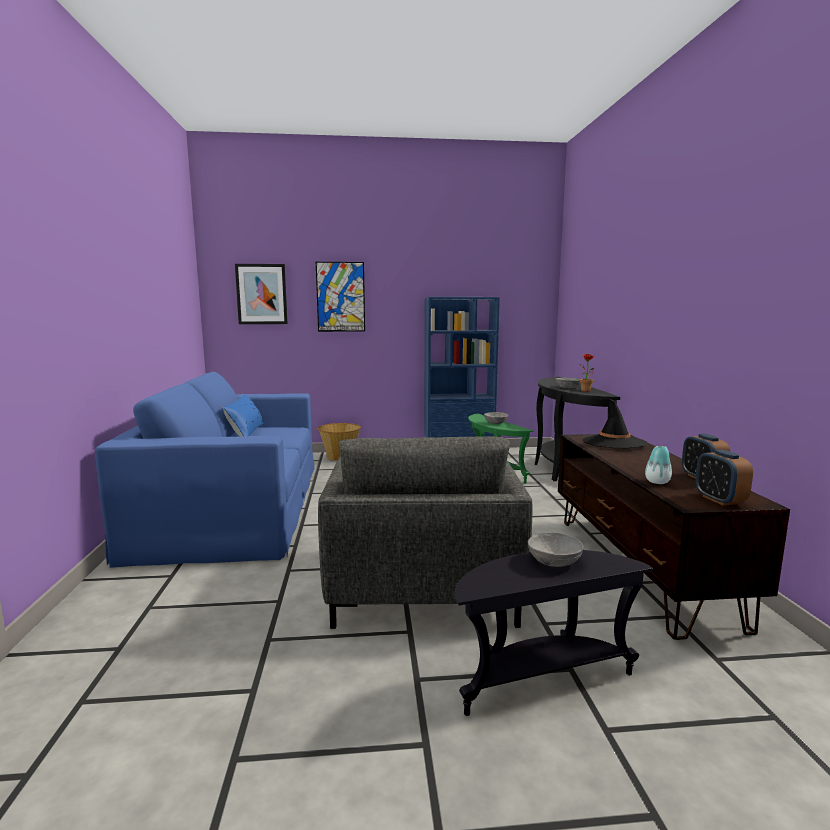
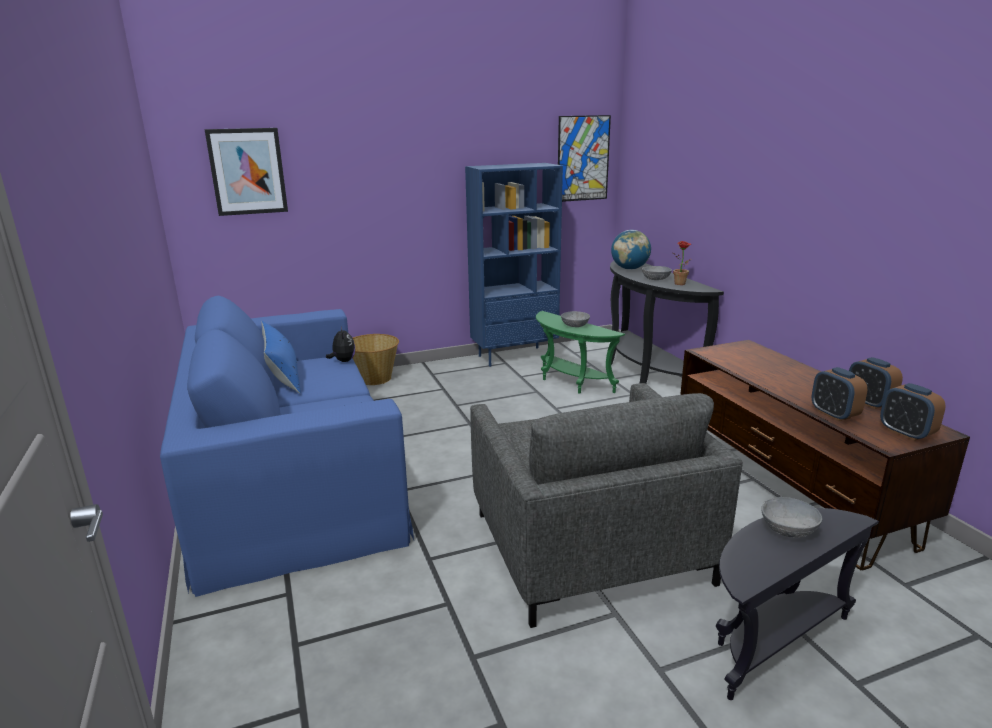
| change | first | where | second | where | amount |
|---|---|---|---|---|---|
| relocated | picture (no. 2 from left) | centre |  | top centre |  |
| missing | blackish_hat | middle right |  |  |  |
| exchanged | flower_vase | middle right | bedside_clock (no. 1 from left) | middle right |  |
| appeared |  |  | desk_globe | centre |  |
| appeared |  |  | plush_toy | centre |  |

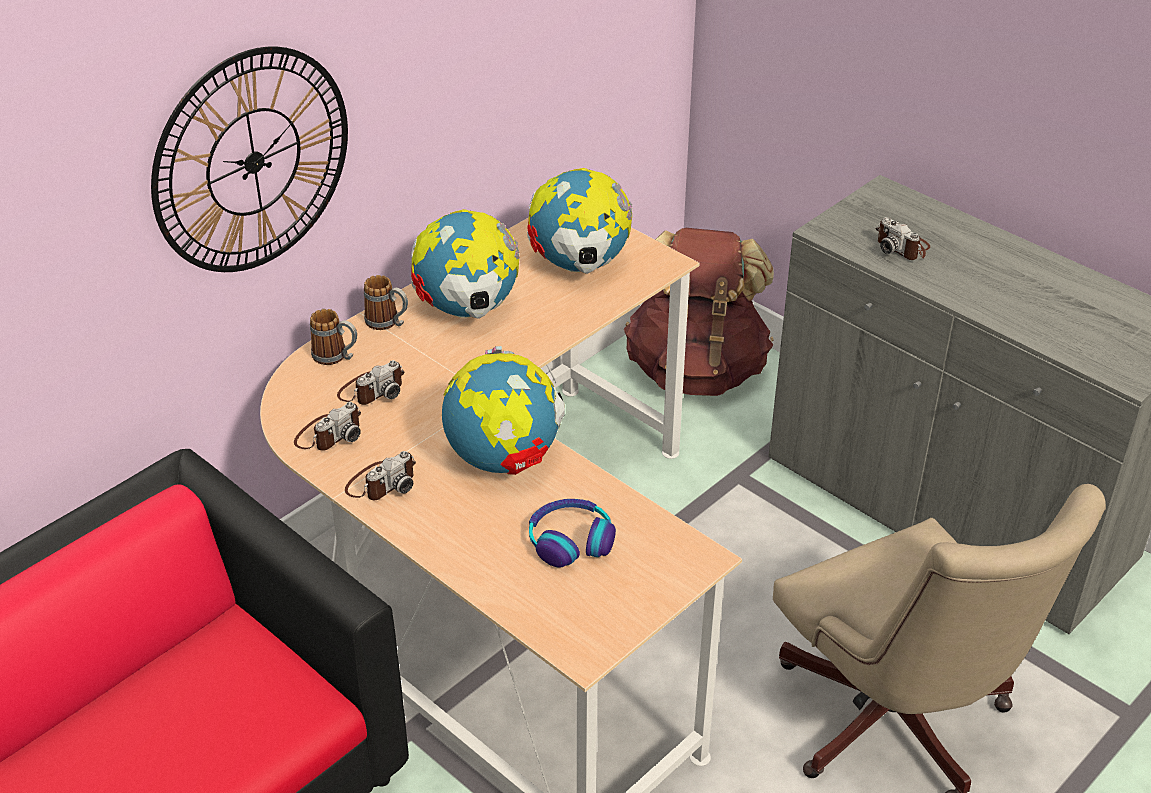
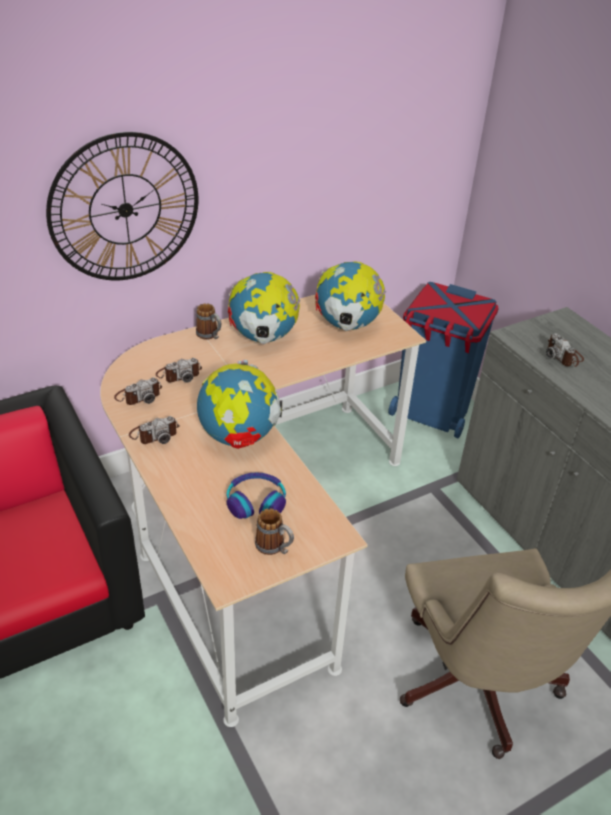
| change | first | where | second | where | amount |
|---|---|---|---|---|---|
| exchanged | brown-coloured_rucksack | centre | bluish_waste_bin | middle right |  |
| relocated | mug (no. 1 from left in the first image) | middle left | mug (no. 2 from left) | centre |  |

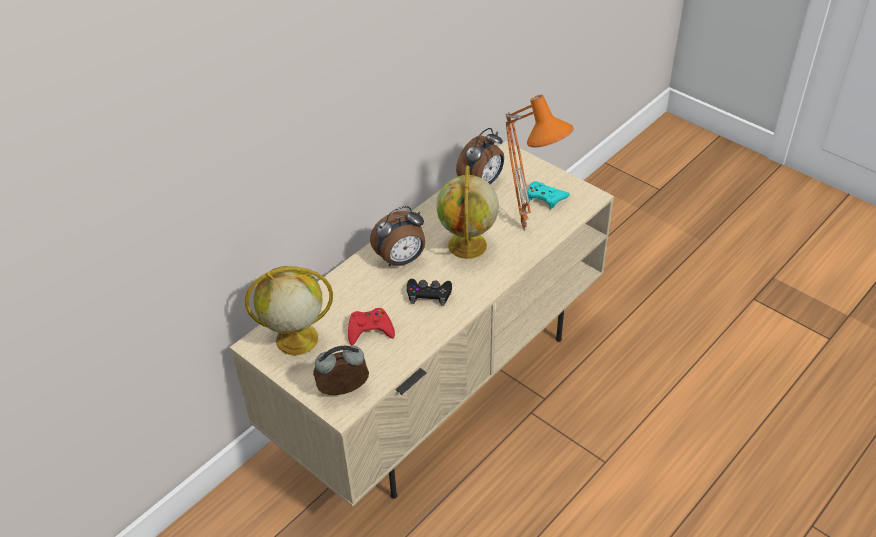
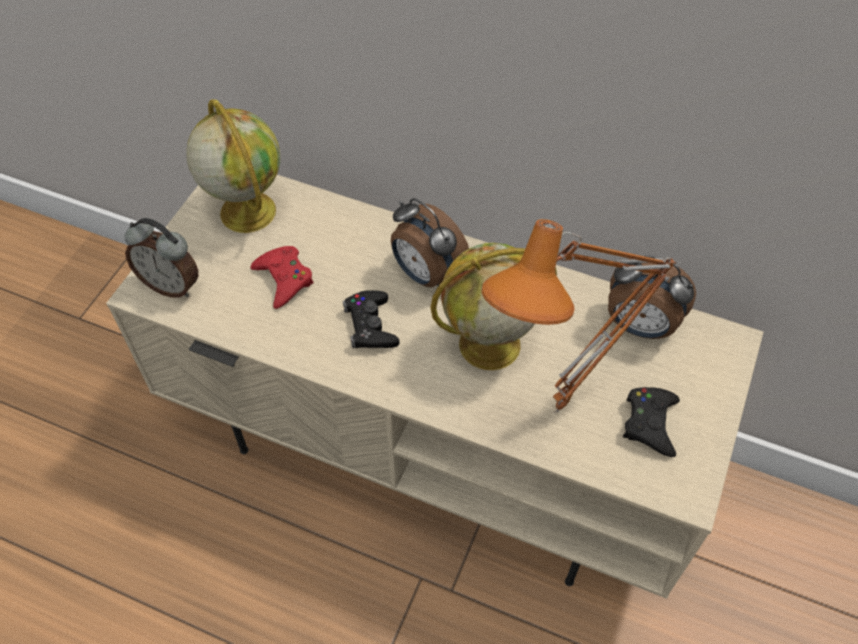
| change | first | where | second | where | amount |
|---|---|---|---|---|---|
| colour | blue-green_gamepad | centre | blackish_gamepad (no. 2 from left) | middle right |  |
| spun | bedside_clock (no. 1 from left) | bottom centre |  | middle left | 150 degrees clockwise |

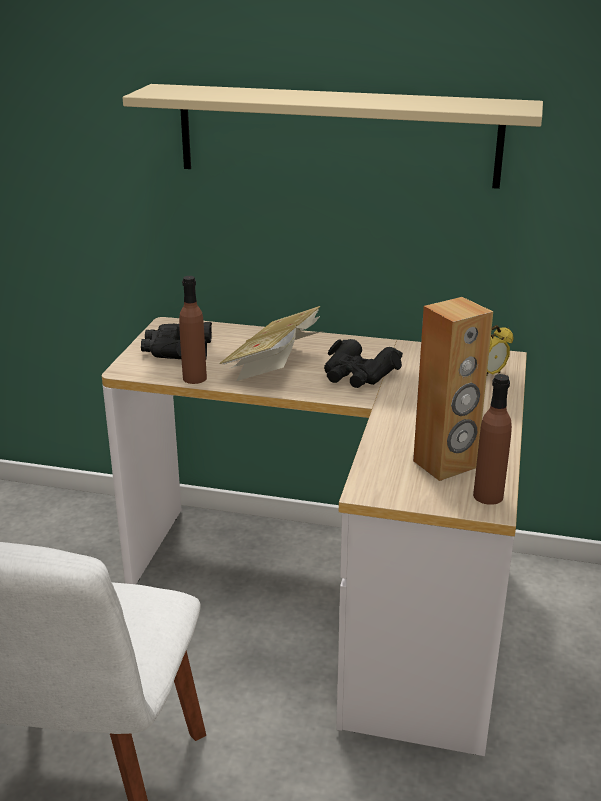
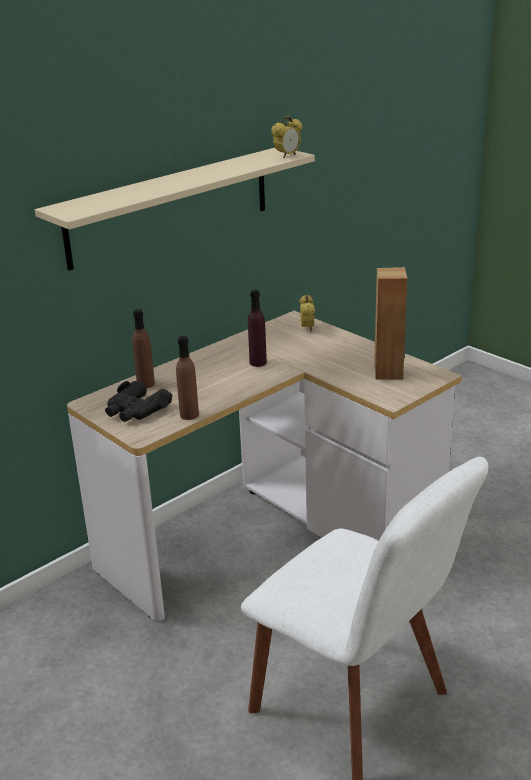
| change | first | where | second | where | amount |
|---|---|---|---|---|---|
| missing | book | centre |  |  |  |
| exchanged | blackish_field_glasses (no. 2 from left) | centre | purple_beverage_bottle | centre |  |
| relocated | brown-coloured_beverage_bottle (no. 2 from left in the first image) | middle right | brown-coloured_beverage_bottle (no. 1 from left) | middle left |  |
| appeared |  |  | bedside_clock (no. 1 from left) | top centre |  |

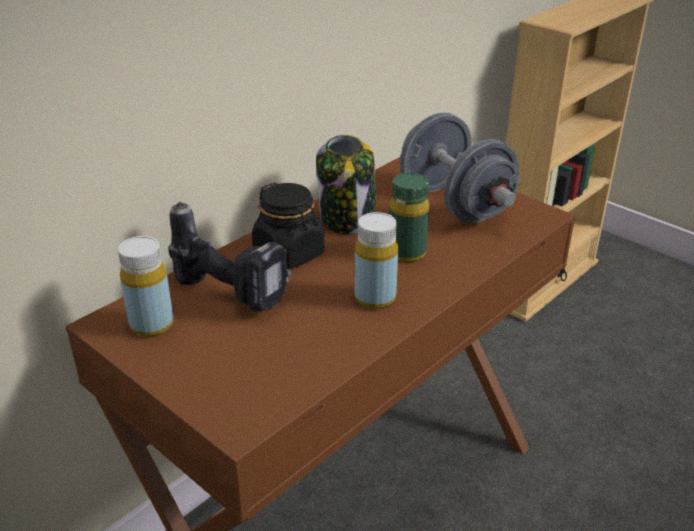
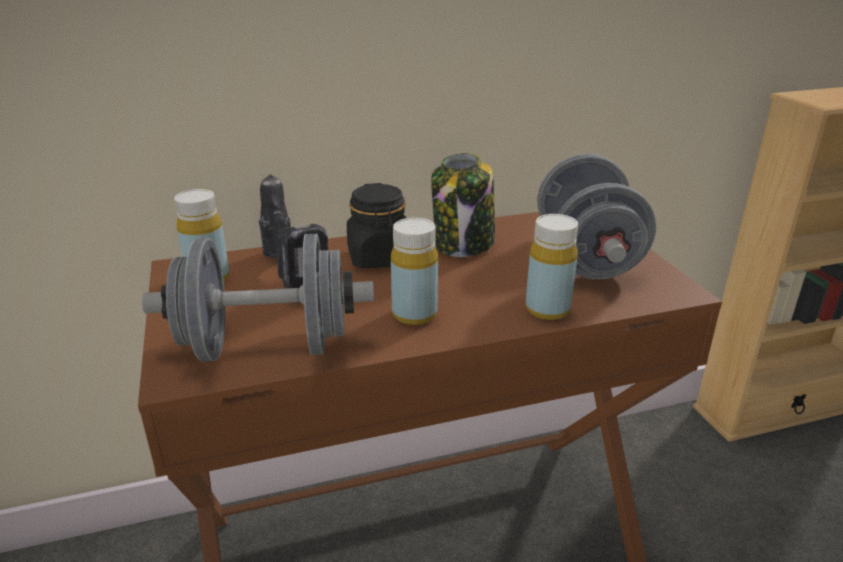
| change | first | where | second | where | amount |
|---|---|---|---|---|---|
| missing | green-coloured_beverage_bottle | centre |  |  |  |
| appeared |  |  | yellow_beverage_bottle (no. 3 from left) | centre |  |
| appeared |  |  | greyish_hand_weight (no. 1 from left) | middle left |  |

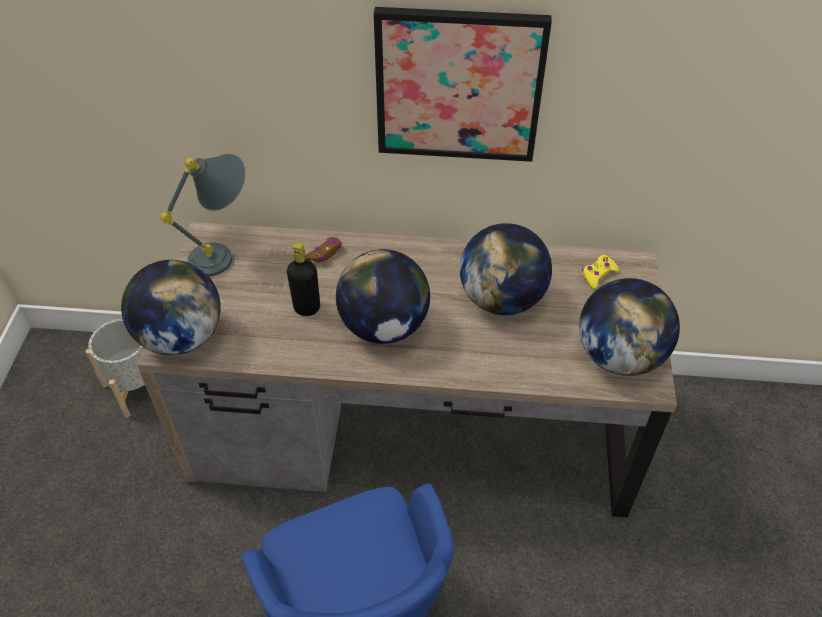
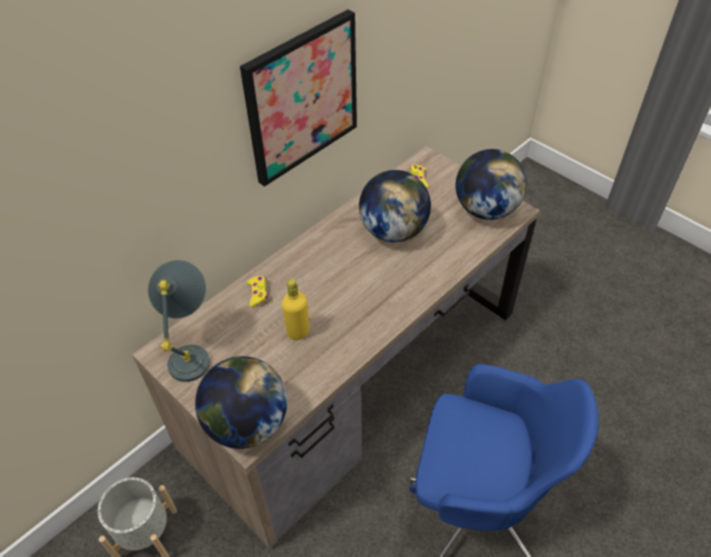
| change | first | where | second | where | amount |
|---|---|---|---|---|---|
| colour | brown-coloured_gamepad | centre | yellow_gamepad (no. 1 from left) | centre |  |
| colour | blackish_beverage_bottle | centre | yellow_beverage_bottle | centre |  |
| missing | desk_globe (no. 2 from left) | centre |  |  |  |

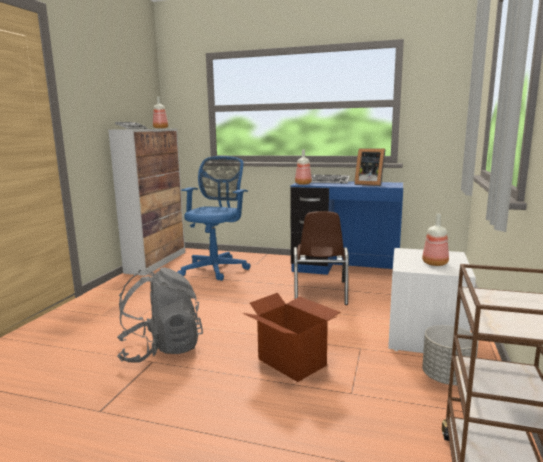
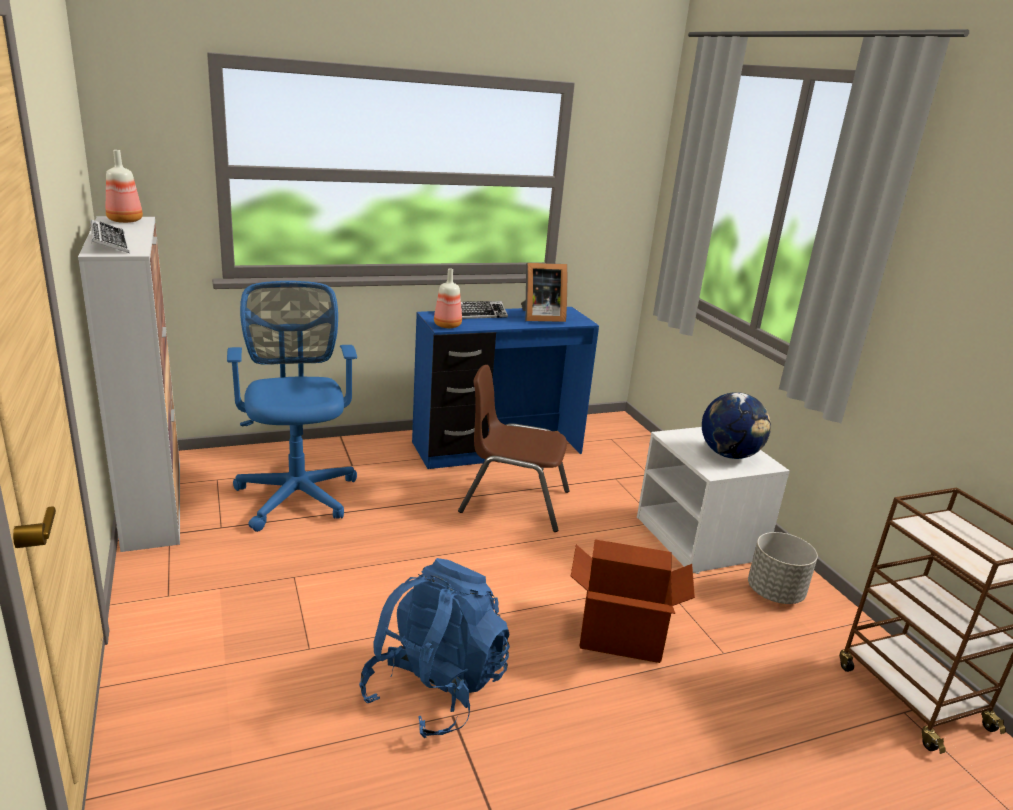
| change | first | where | second | where | amount |
|---|---|---|---|---|---|
| spun | brown-coloured_plain_chair | centre |  | centre | 135 degrees clockwise |
| exchanged | beverage_bottle (no. 3 from left) | middle right | desk_globe | middle right |  |
| colour | greyish_rucksack | bottom left | bluish_rucksack | bottom centre |  |

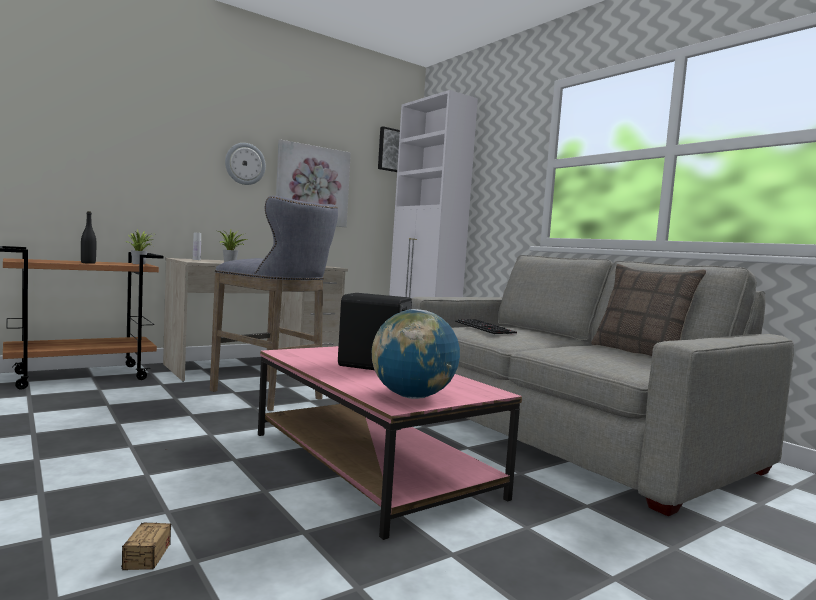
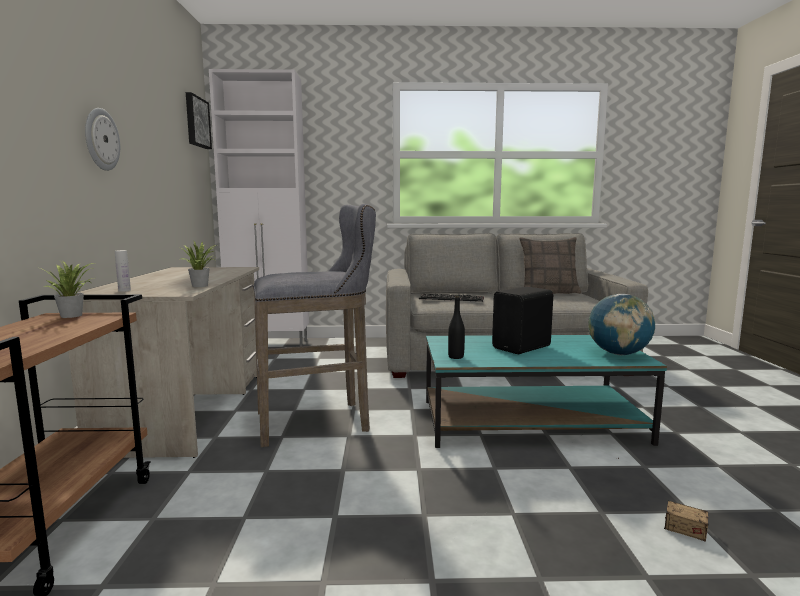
| change | first | where | second | where | amount |
|---|---|---|---|---|---|
| missing | picture (no. 1 from left) | top centre |  |  |  |
| relocated | blackish_beverage_bottle | middle left |  | centre |  |
| colour | pinkish_coffee_table | bottom centre | blue-green_coffee_table | middle right |  |

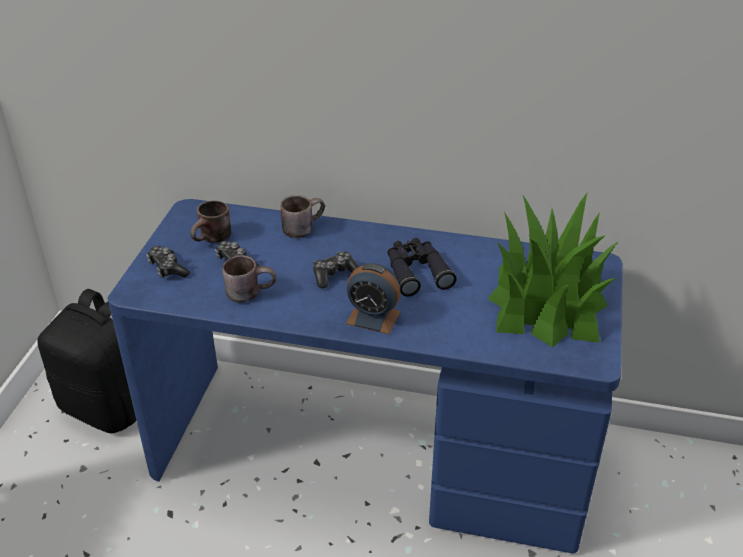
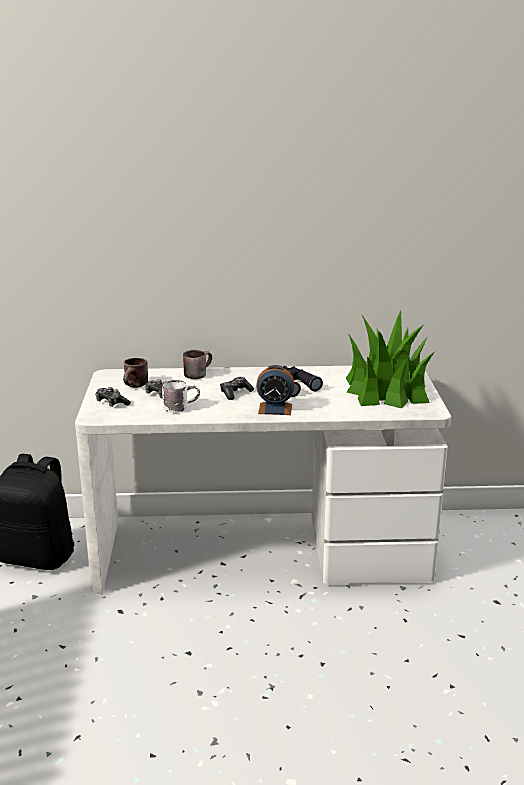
| change | first | where | second | where | amount |
|---|---|---|---|---|---|
| colour | bluish_desk_table | bottom centre | whitish_desk_table | centre |  |
| colour | brown-coloured_mug (no. 2 from left) | centre | whitish_mug | centre |  |

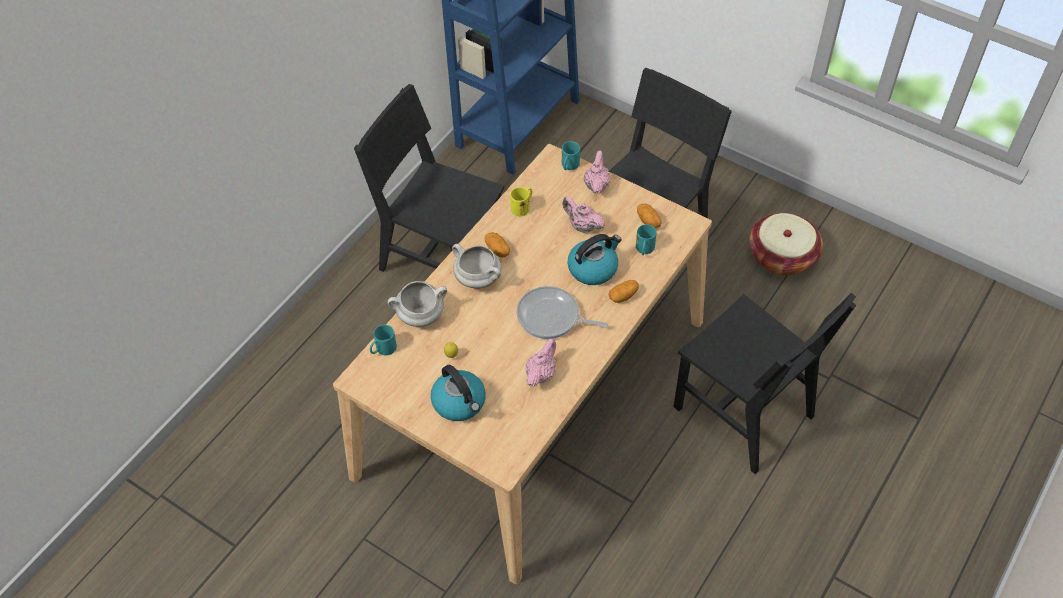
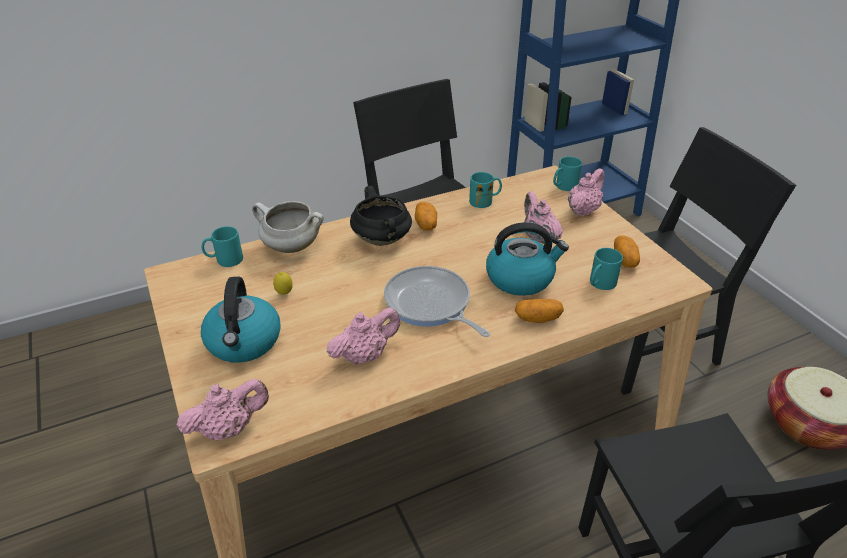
| change | first | where | second | where | amount |
|---|---|---|---|---|---|
| colour | yellow_mug | centre | blue-green_mug (no. 2 from left) | centre |  |
| colour | whitish_cooking_pot (no. 2 from left) | centre | blackish_cooking_pot | centre |  |
| appeared |  |  | pinkish_teapot (no. 1 from left) | bottom left |  |

